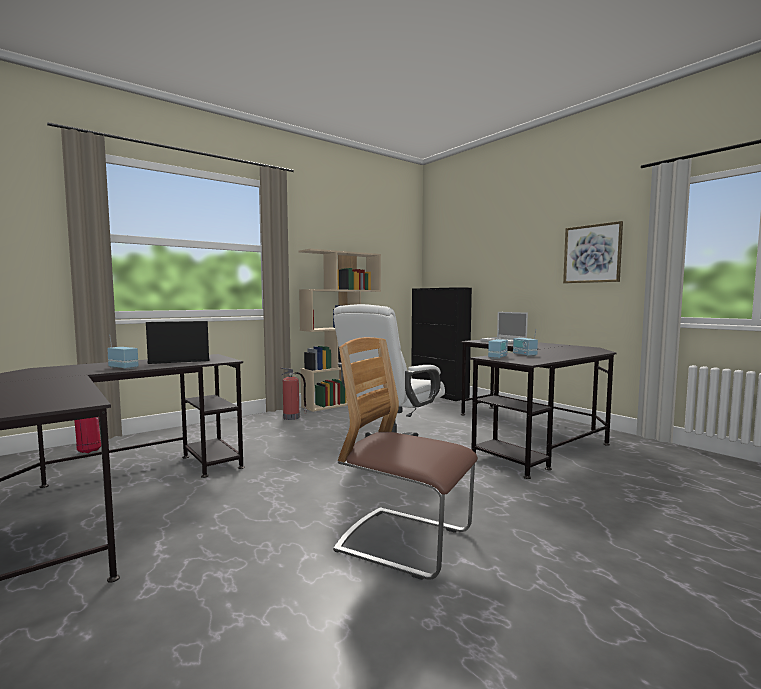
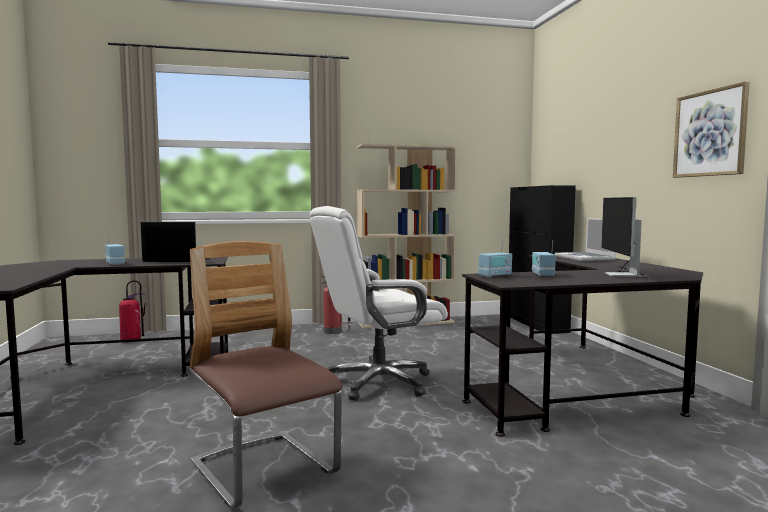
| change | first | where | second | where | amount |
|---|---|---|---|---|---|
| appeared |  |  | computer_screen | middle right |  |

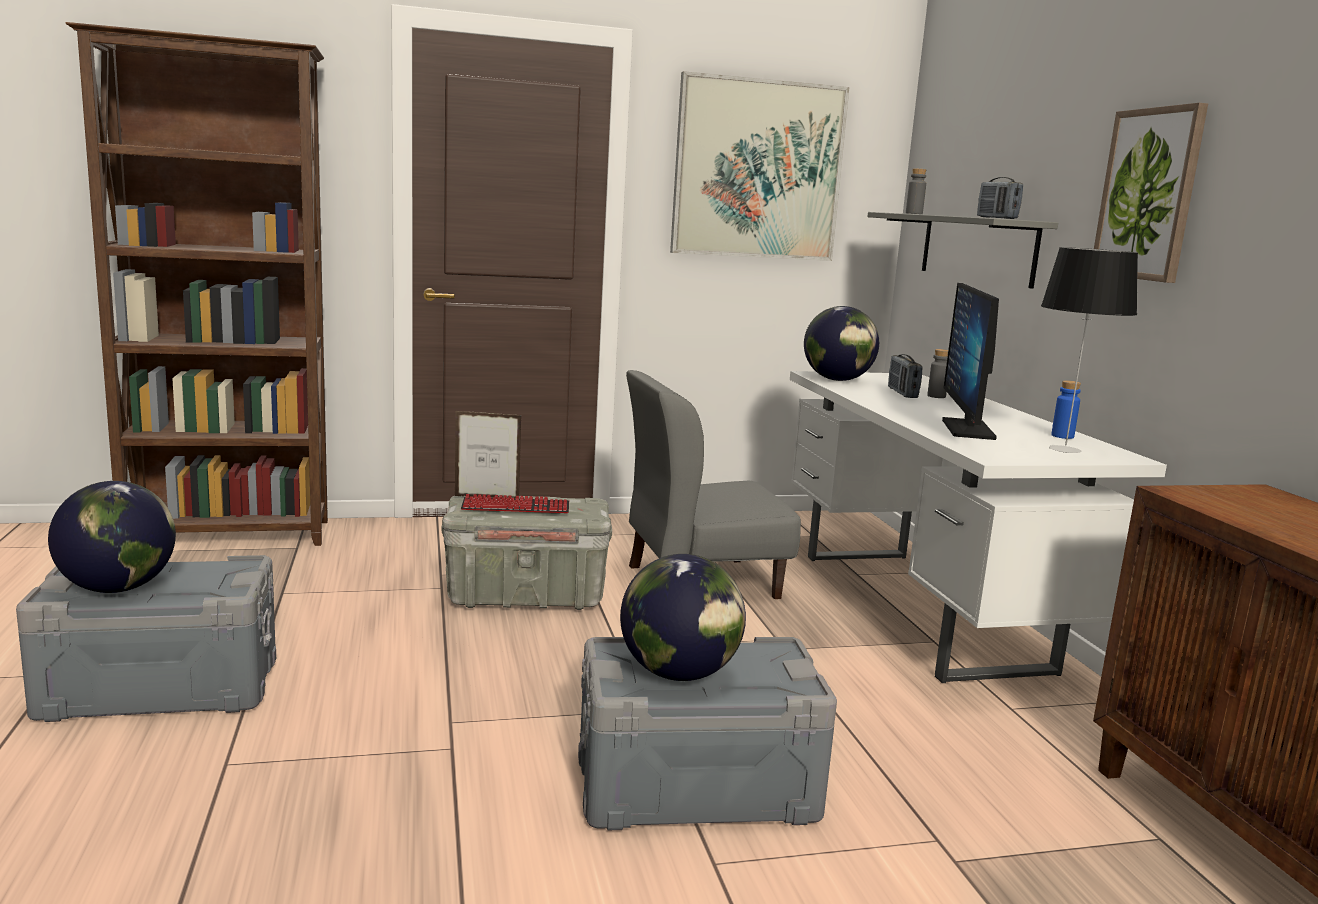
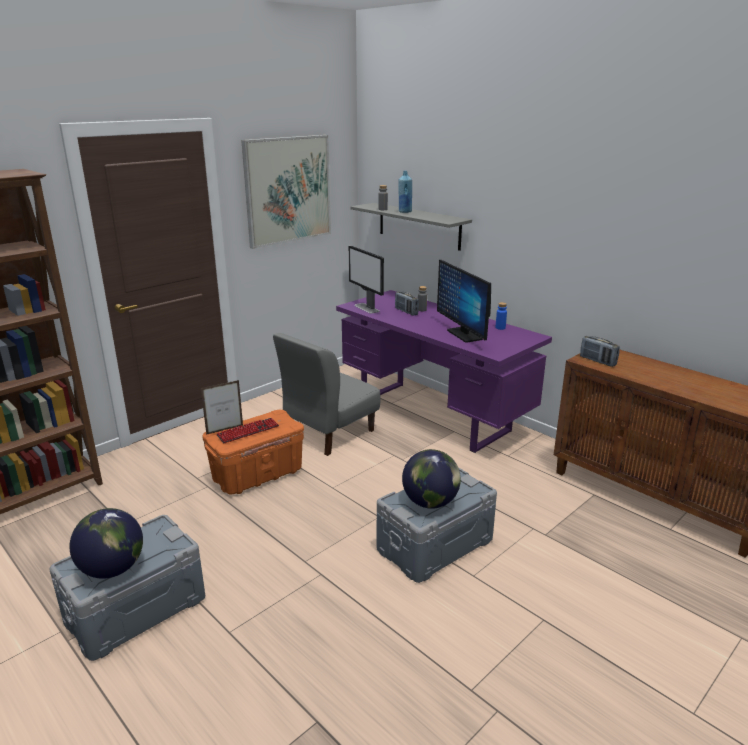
| change | first | where | second | where | amount |
|---|---|---|---|---|---|
| missing | picture (no. 2 from left) | top right |  |  |  |
| relocated | radio (no. 2 from left) | top right |  | middle right |  |
| missing | table_lamp | middle right |  |  |  |
| exchanged | desk_globe (no. 3 from left) | centre | computer_screen (no. 1 from left) | centre |  |
| colour | whitish_desk_table | middle right | purple_desk_table | centre |  |
| colour | greyish_storage_box (no. 2 from left) | centre | orange_storage_box | centre |  |
| appeared |  |  | bluish_beverage_bottle (no. 1 from left) | top centre |  |

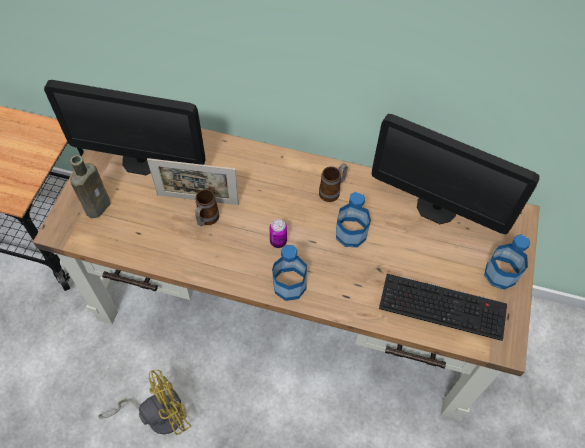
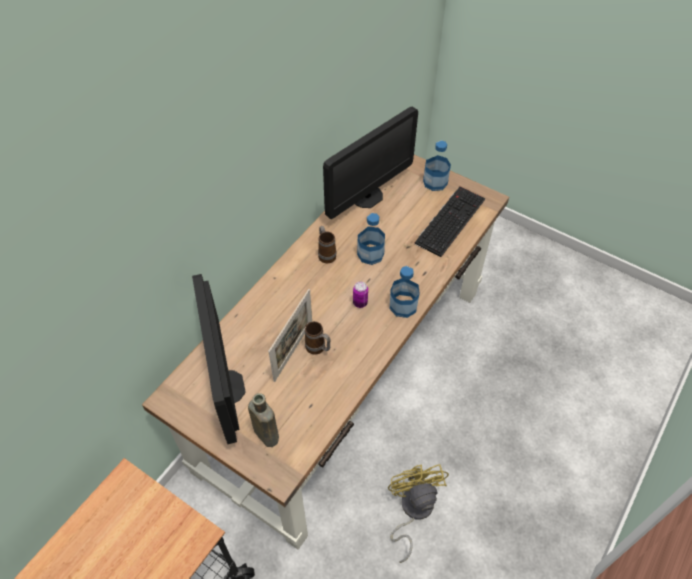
| change | first | where | second | where | amount |
|---|---|---|---|---|---|
| spun | computer_screen (no. 1 from left) | top left |  | middle left | 135 degrees clockwise |

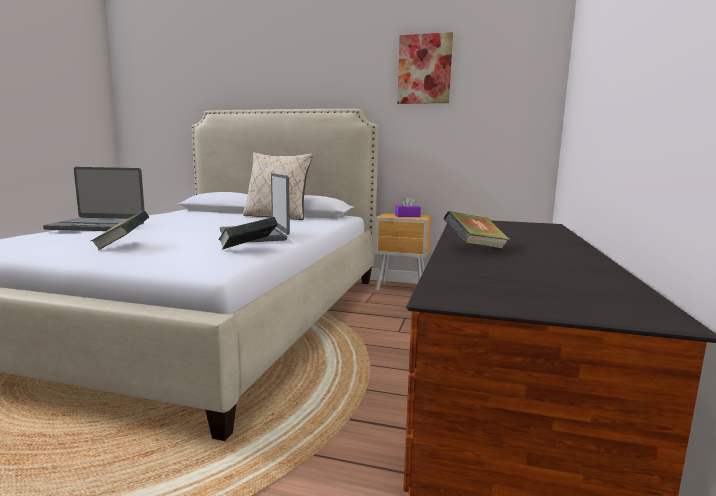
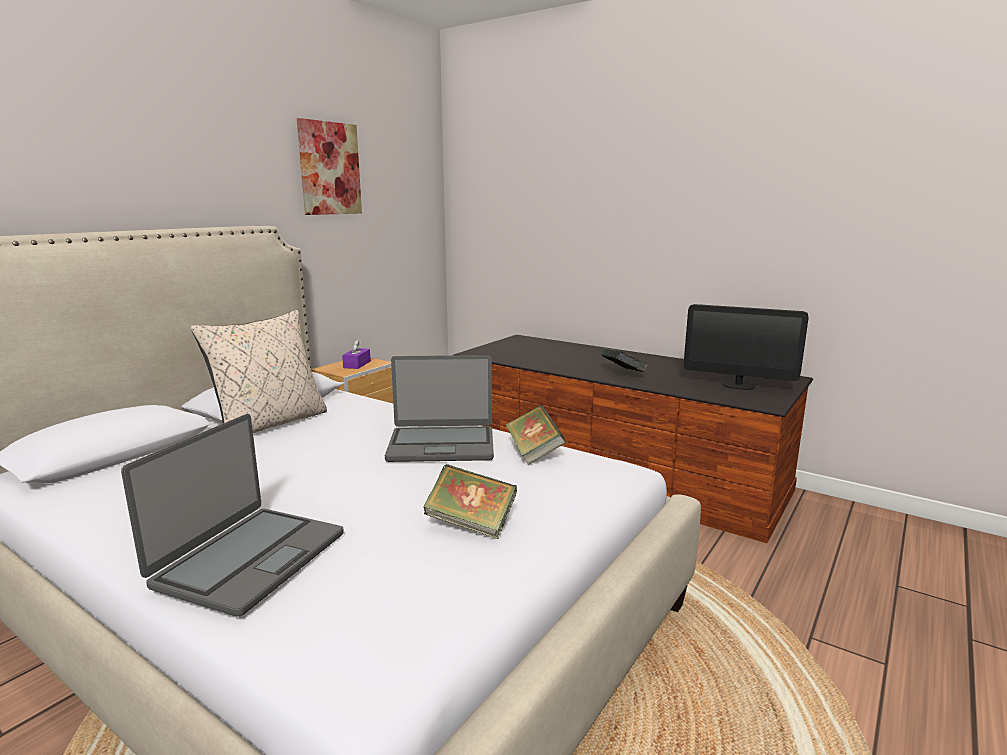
| change | first | where | second | where | amount |
|---|---|---|---|---|---|
| appeared |  |  | computer_screen | middle right |  |

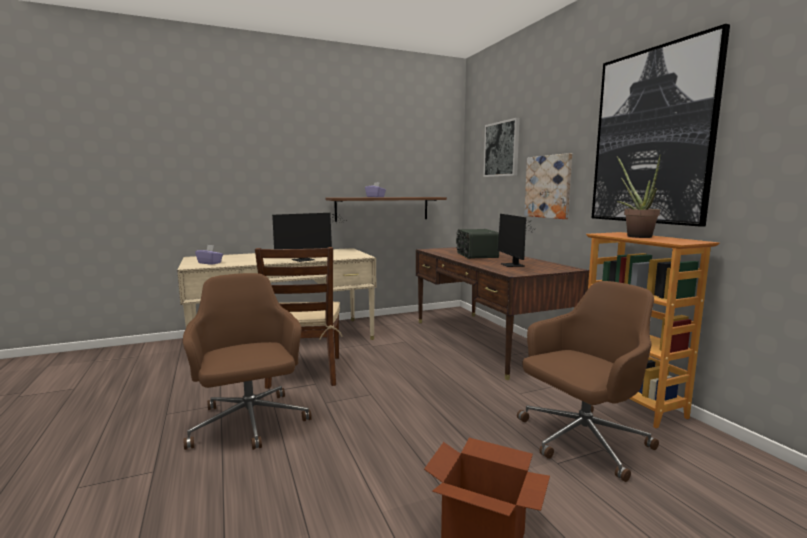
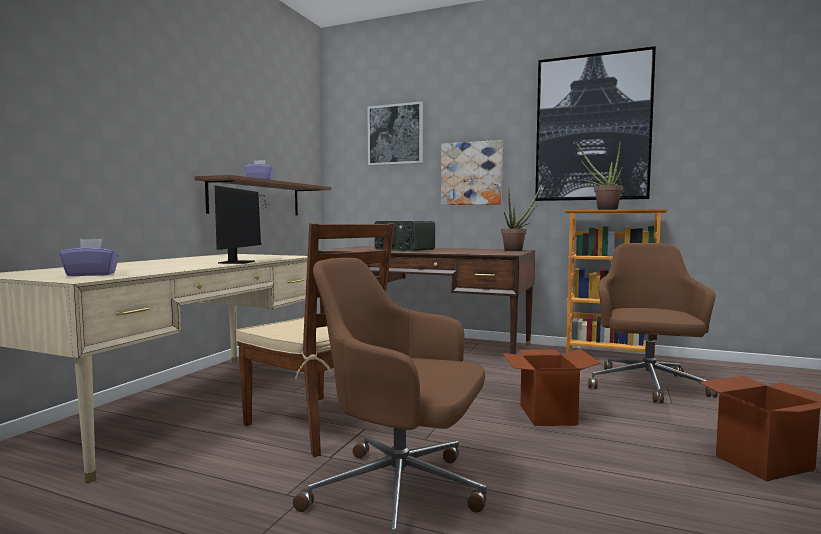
| change | first | where | second | where | amount |
|---|---|---|---|---|---|
| missing | computer_screen (no. 2 from left) | centre |  |  |  |
| appeared |  |  | potted_plant (no. 1 from left) | centre |  |
| appeared |  |  | cardboard_box (no. 1 from left) | bottom right |  |

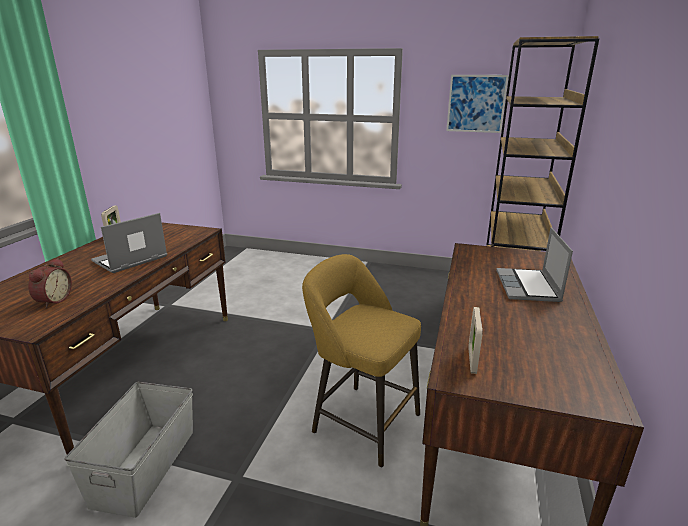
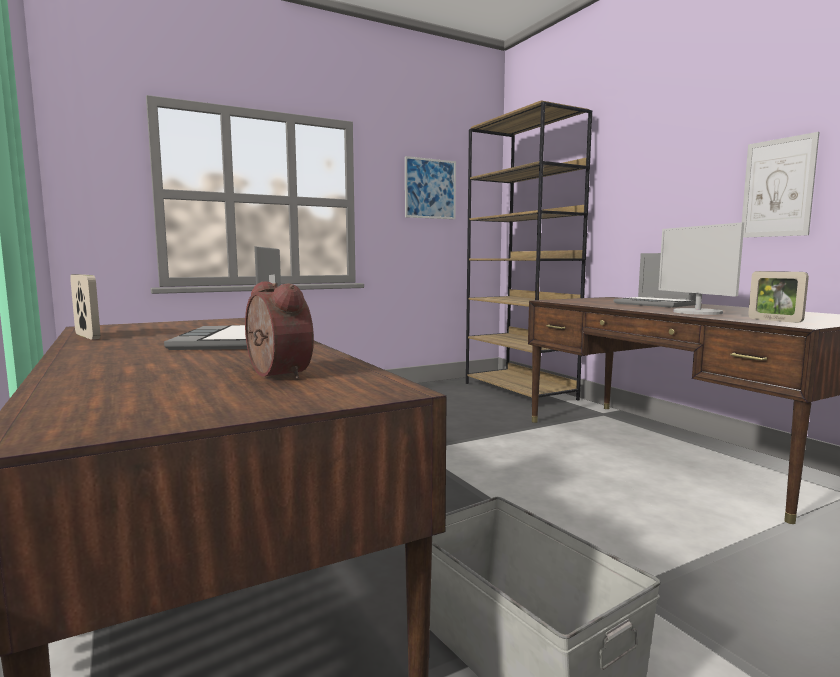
| change | first | where | second | where | amount |
|---|---|---|---|---|---|
| missing | yellow_stool | bottom centre |  |  |  |
| appeared |  |  | picture (no. 2 from left) | top right |  |
| appeared |  |  | computer_screen | middle right |  |

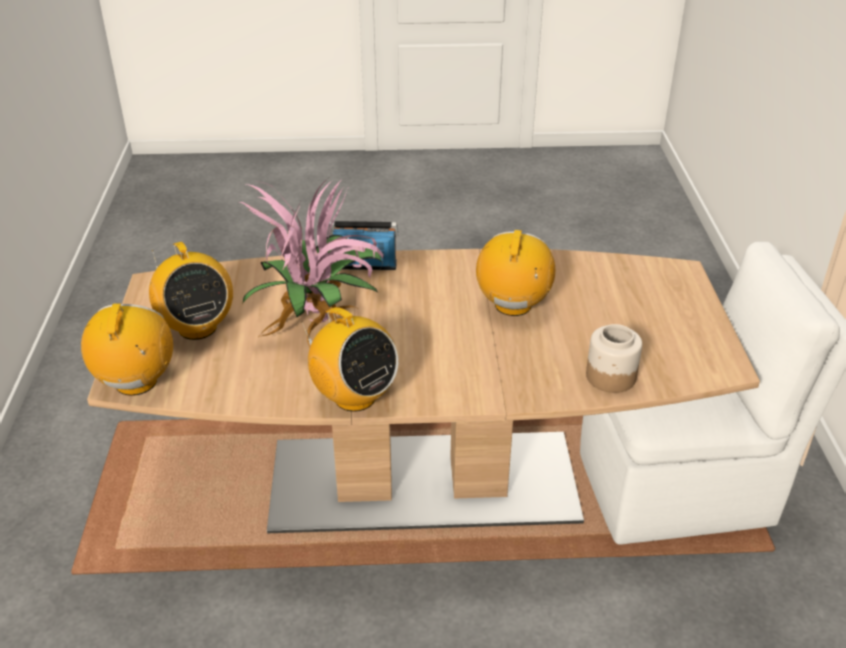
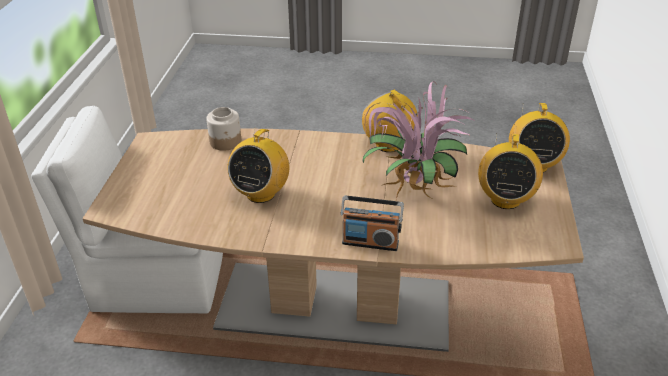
| change | first | where | second | where | amount |
|---|---|---|---|---|---|
| spun | radio (no. 2 from left in the first image) | middle left | radio (no. 4 from left) | middle right | 150 degrees counterclockwise |

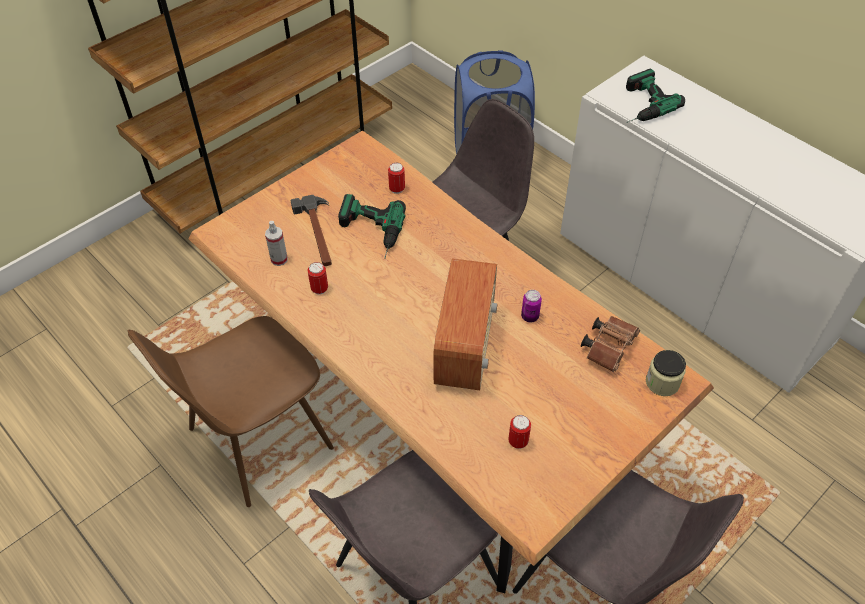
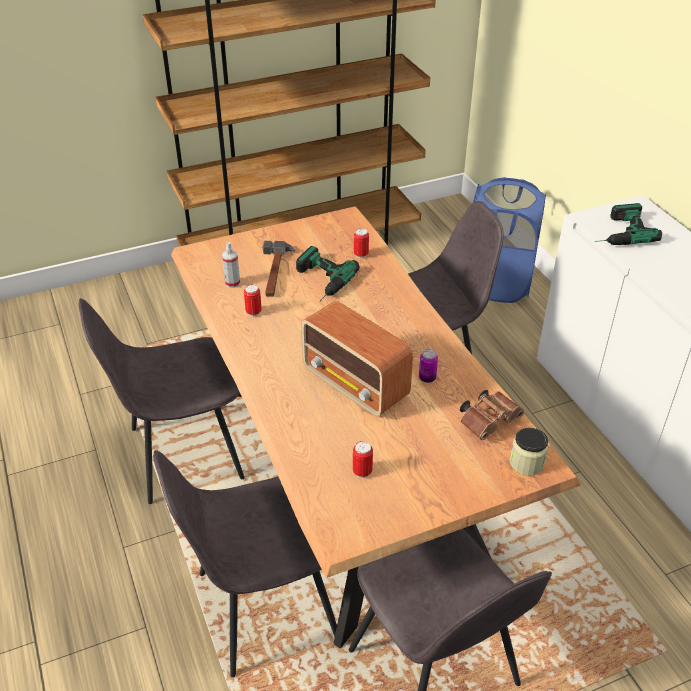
| change | first | where | second | where | amount |
|---|---|---|---|---|---|
| spun | radio | centre |  | centre | 105 degrees clockwise |
| colour | brown-coloured_plain_chair | bottom left | greyish_plain_chair (no. 1 from left) | middle left |  |

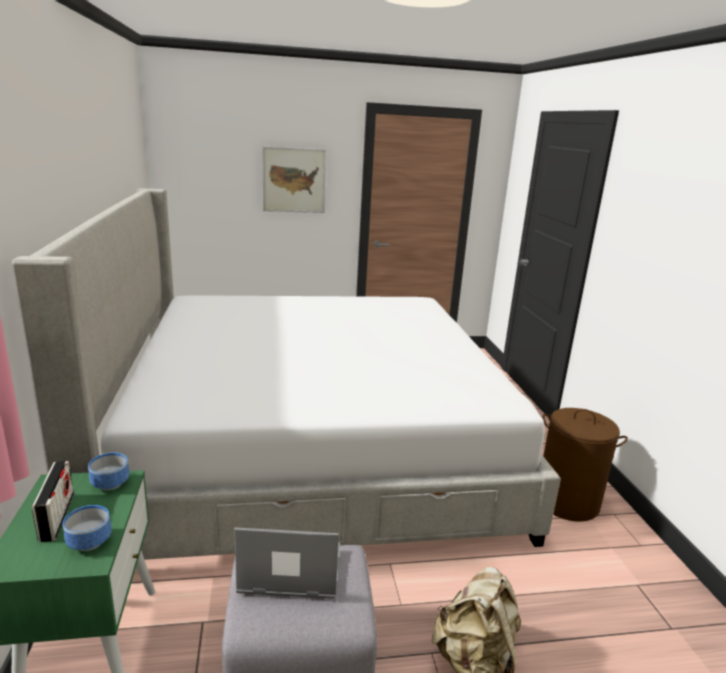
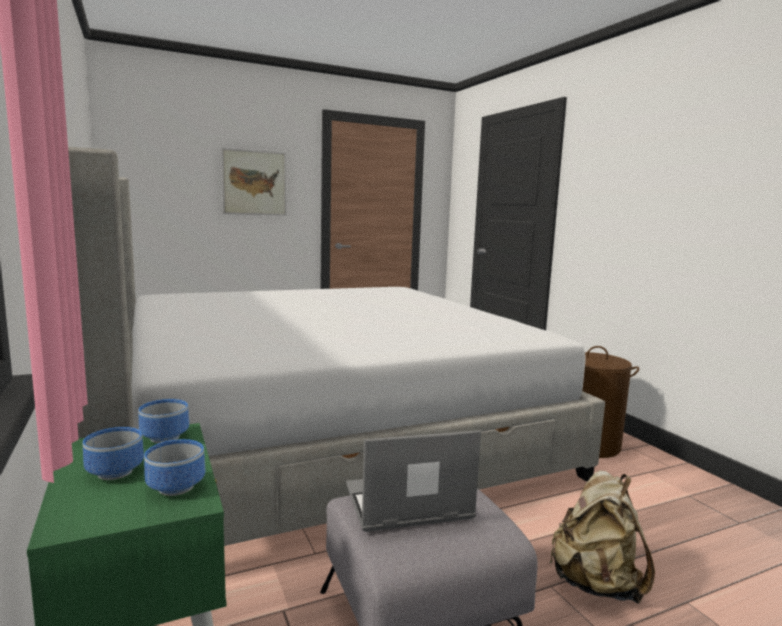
| change | first | where | second | where | amount |
|---|---|---|---|---|---|
| exchanged | radio | bottom left | bowl (no. 1 from left) | bottom left |  |

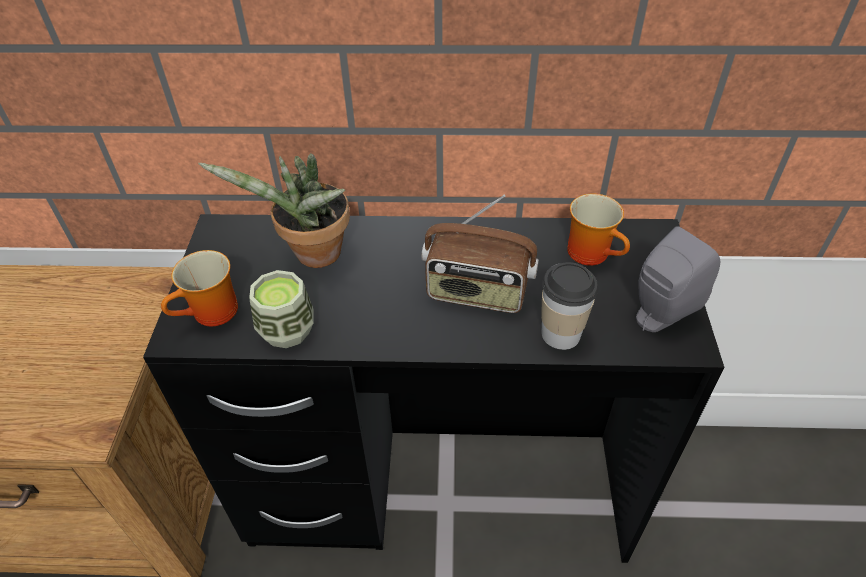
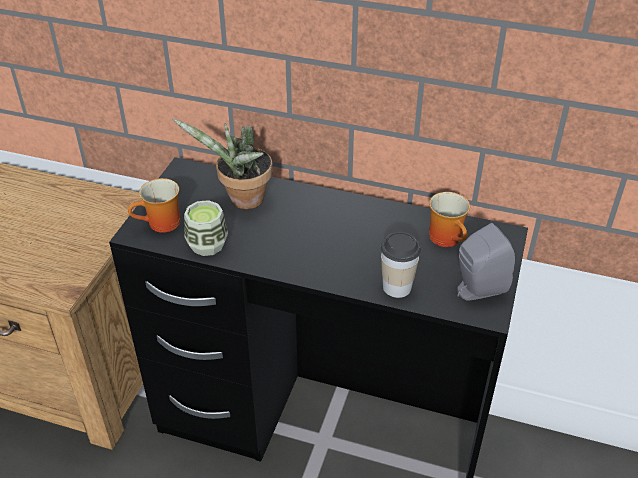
| change | first | where | second | where | amount |
|---|---|---|---|---|---|
| missing | radio | centre |  |  |  |

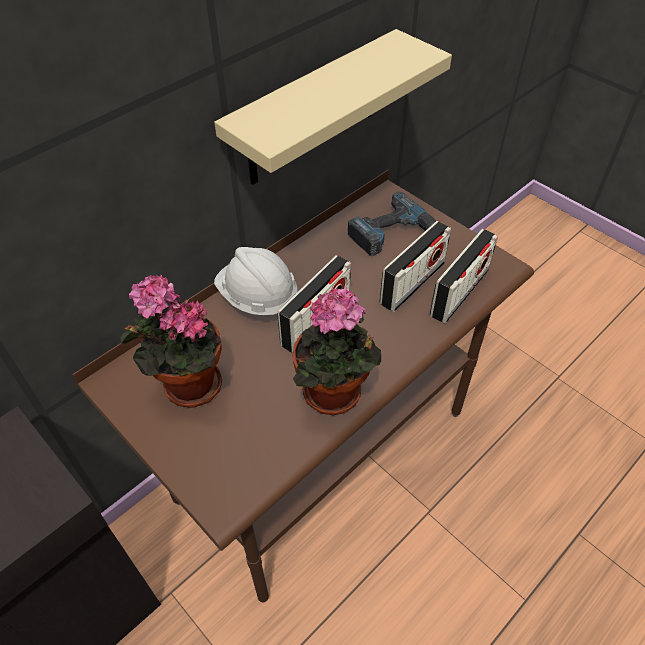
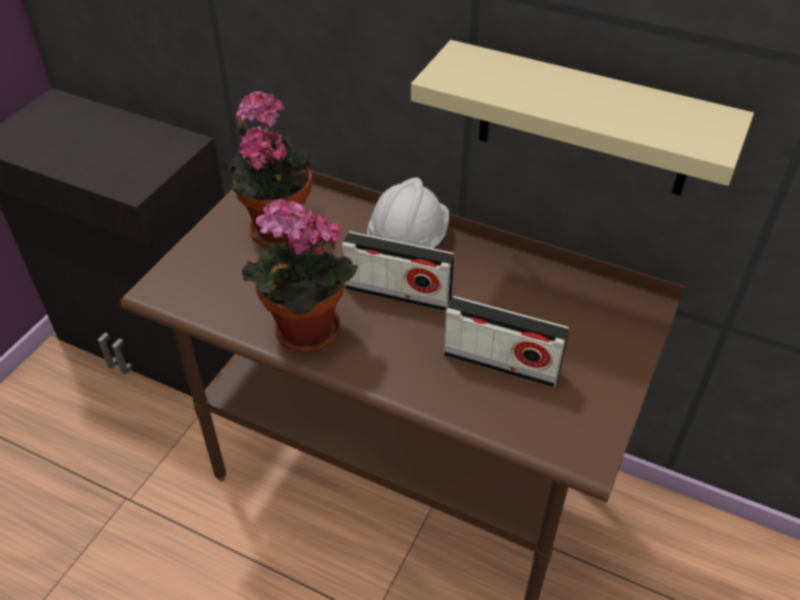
| change | first | where | second | where | amount |
|---|---|---|---|---|---|
| missing | drill | centre |  |  |  |
| missing | radio (no. 3 from left) | middle right |  |  |  |

